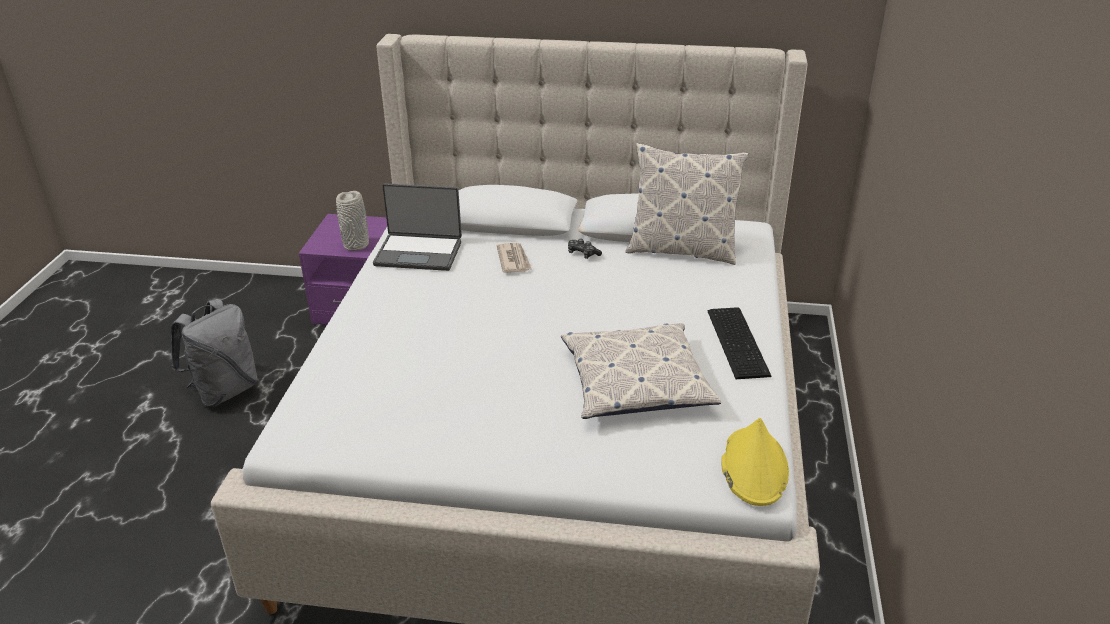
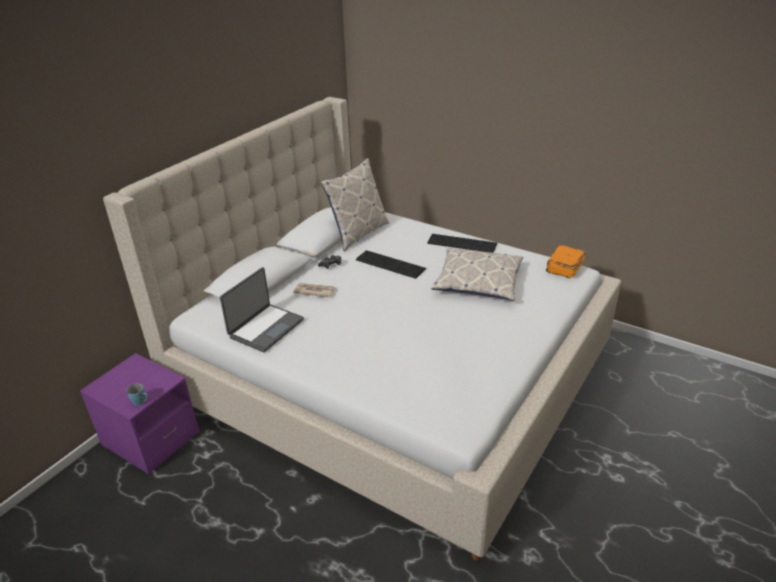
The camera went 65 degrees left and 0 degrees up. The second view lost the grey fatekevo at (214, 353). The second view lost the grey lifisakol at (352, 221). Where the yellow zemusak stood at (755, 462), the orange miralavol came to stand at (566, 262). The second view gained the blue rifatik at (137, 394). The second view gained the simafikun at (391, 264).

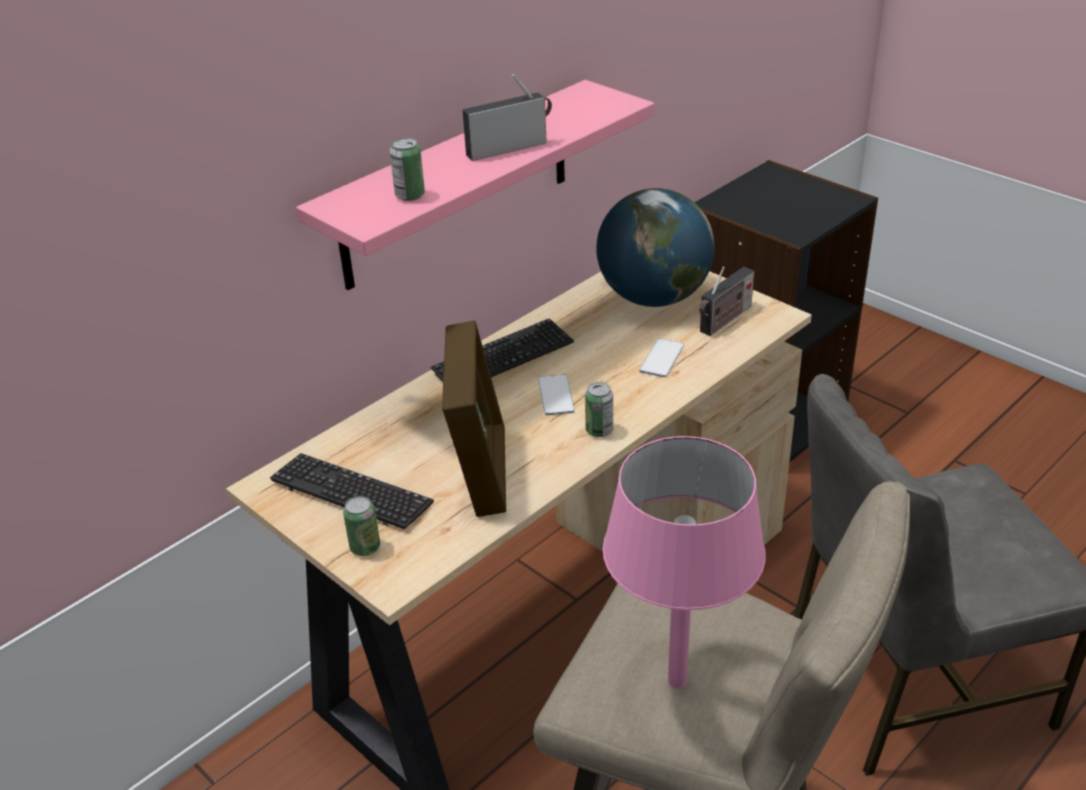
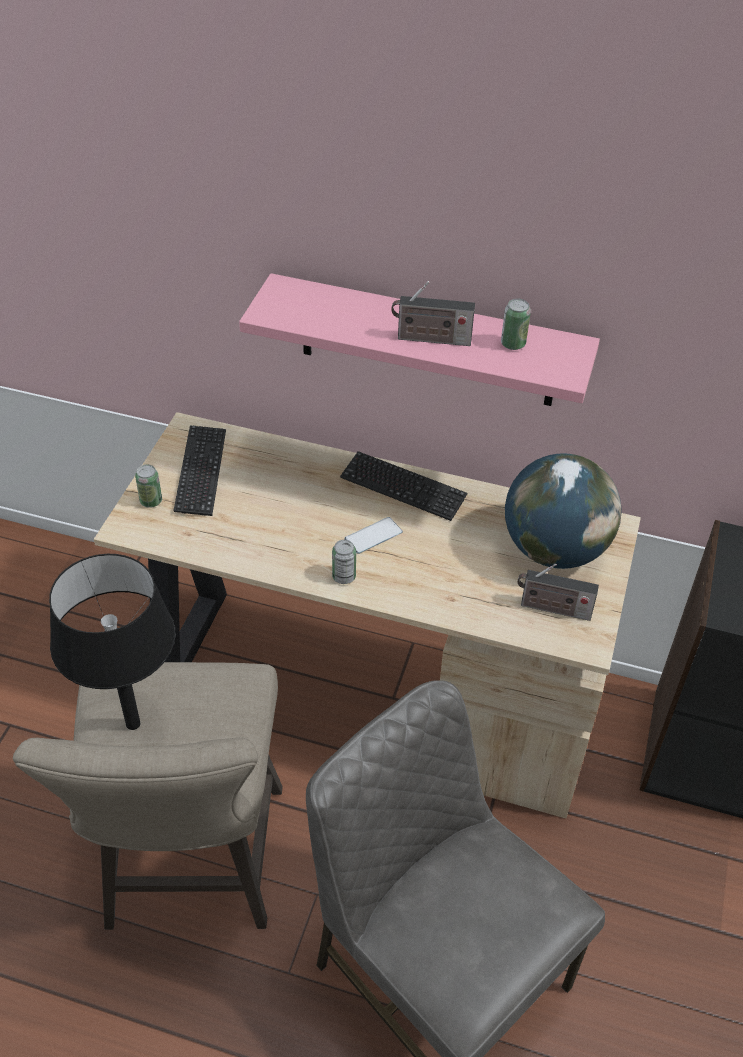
The camera went 60 degrees right and 10 degrees up. The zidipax ended up elsewhere, having gone from (407, 169) to (516, 324). The second view lost the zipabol at (474, 418). The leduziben at (507, 117) ended up facing another way, 150 degrees clockwise from before. What was the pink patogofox at (684, 562) turned into the black patogofox at (112, 642). The second view lost the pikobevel at (661, 357).

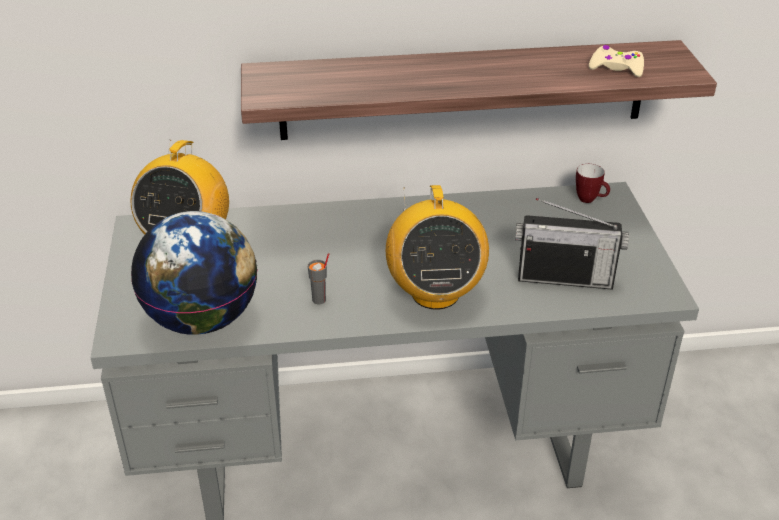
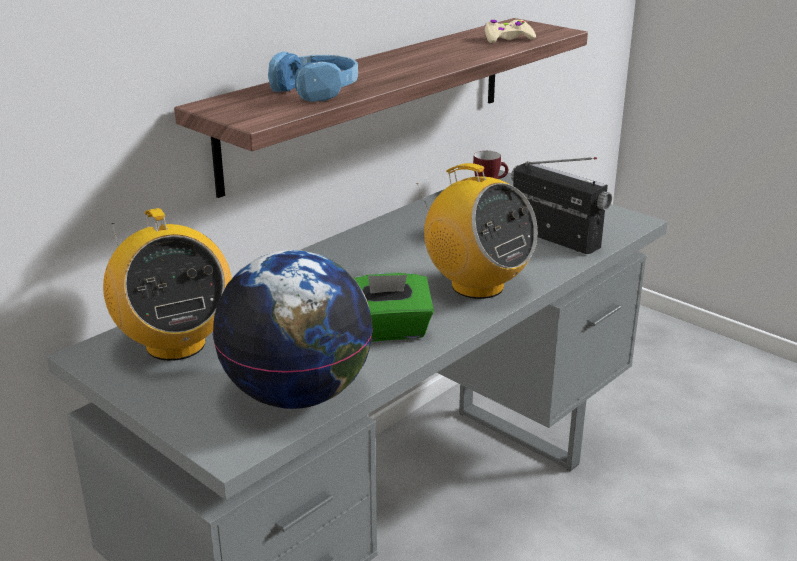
The camera went 40 degrees left and 10 degrees down. Where the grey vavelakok stood at (318, 278), the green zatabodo came to stand at (393, 307). The leduziben at (572, 244) ended up facing another way, 105 degrees counterclockwise from before. The second view gained the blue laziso at (313, 76).

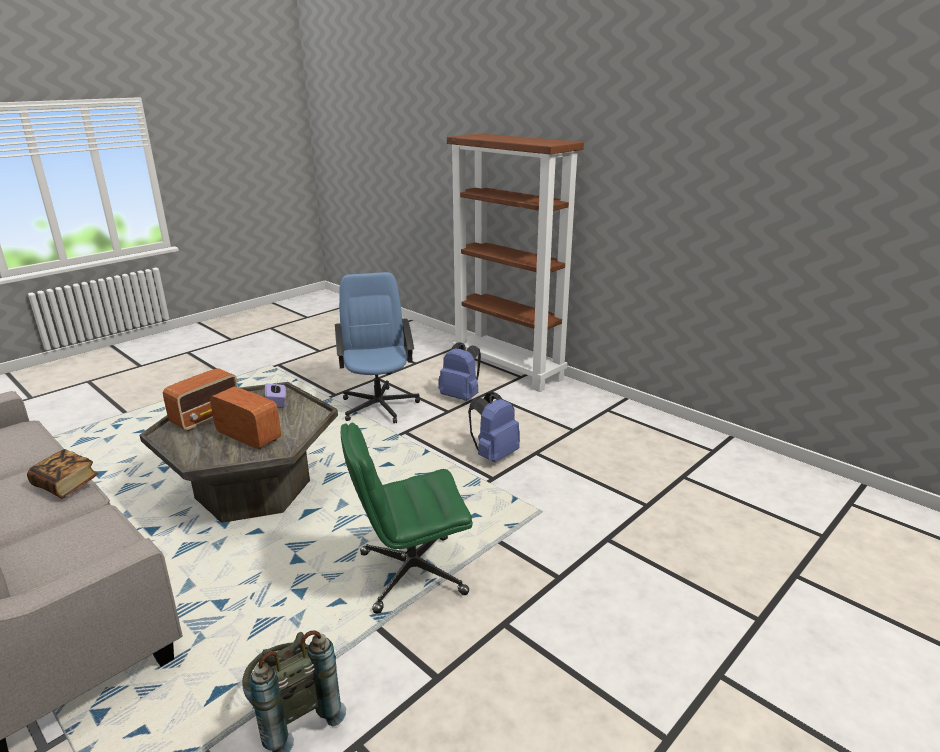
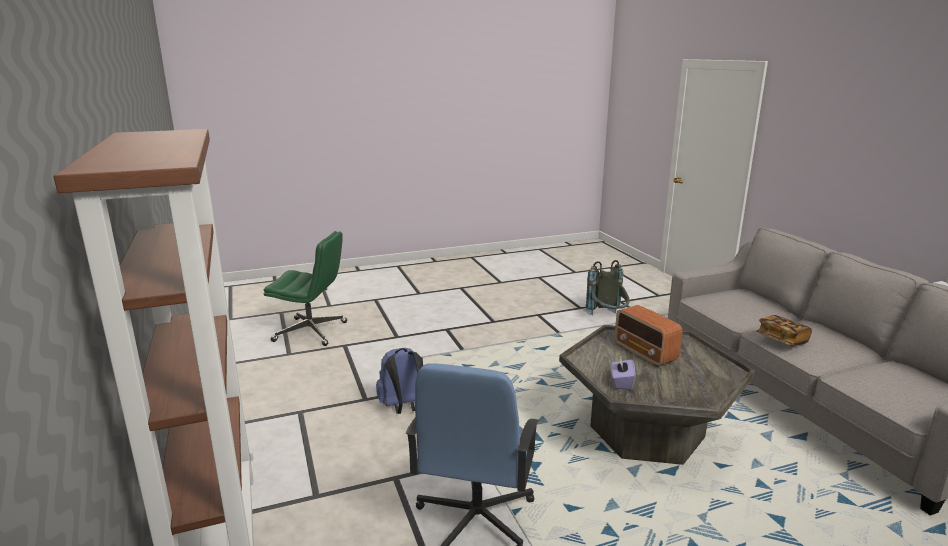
The camera went 155 degrees left and 5 degrees down. The second view lost the leduziben at (200, 399). The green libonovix ended up elsewhere, having gone from (407, 518) to (306, 288). The second view lost the blue fatekevo at (459, 371).

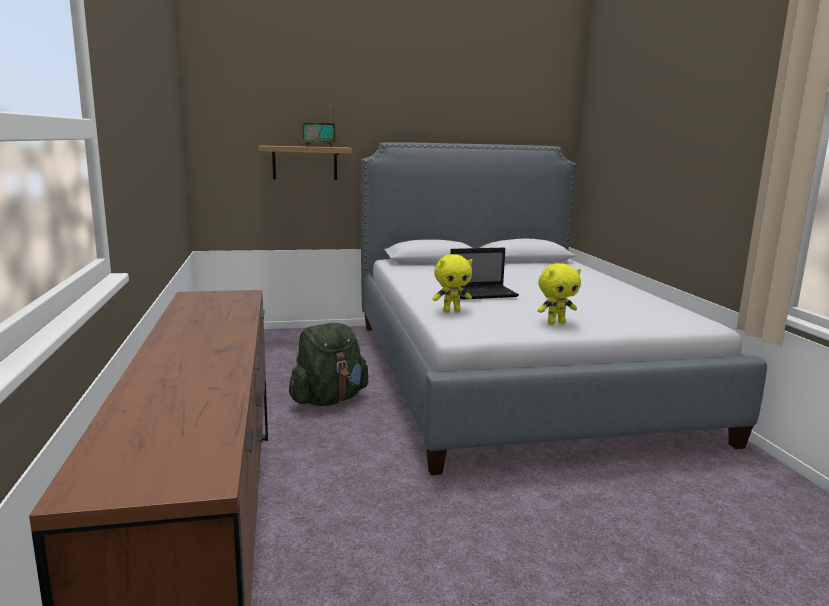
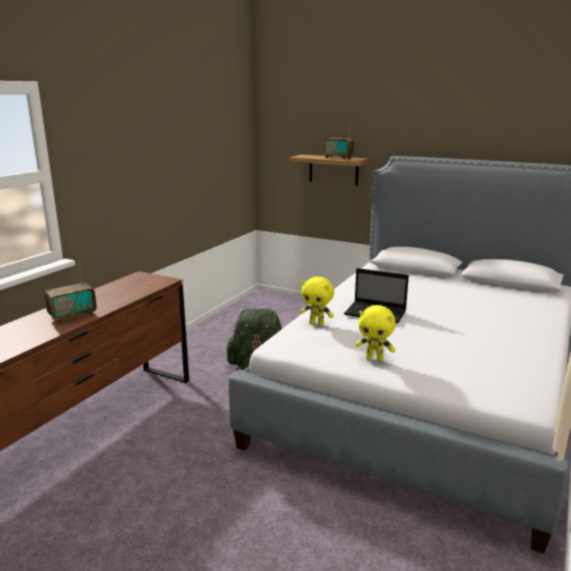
The camera went 40 degrees right and 5 degrees up. The second view gained the leduziben at (70, 292).

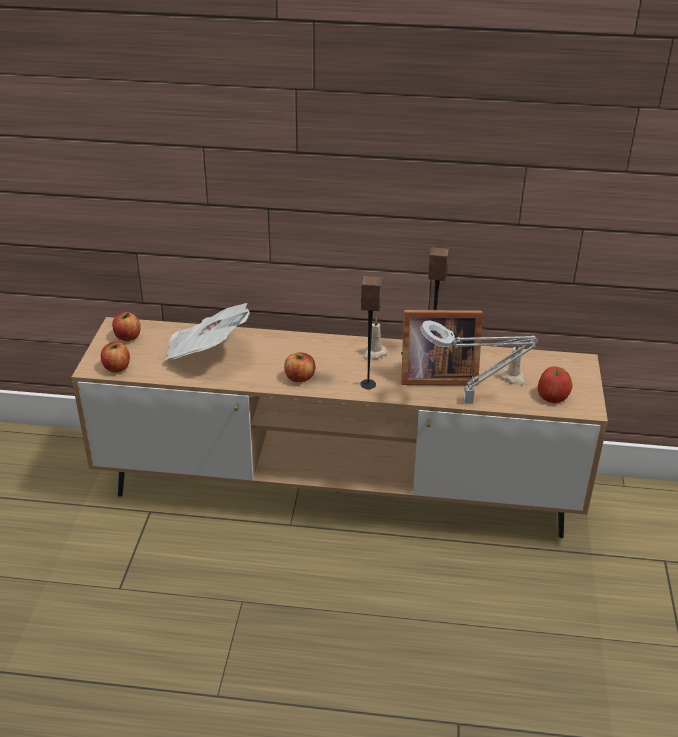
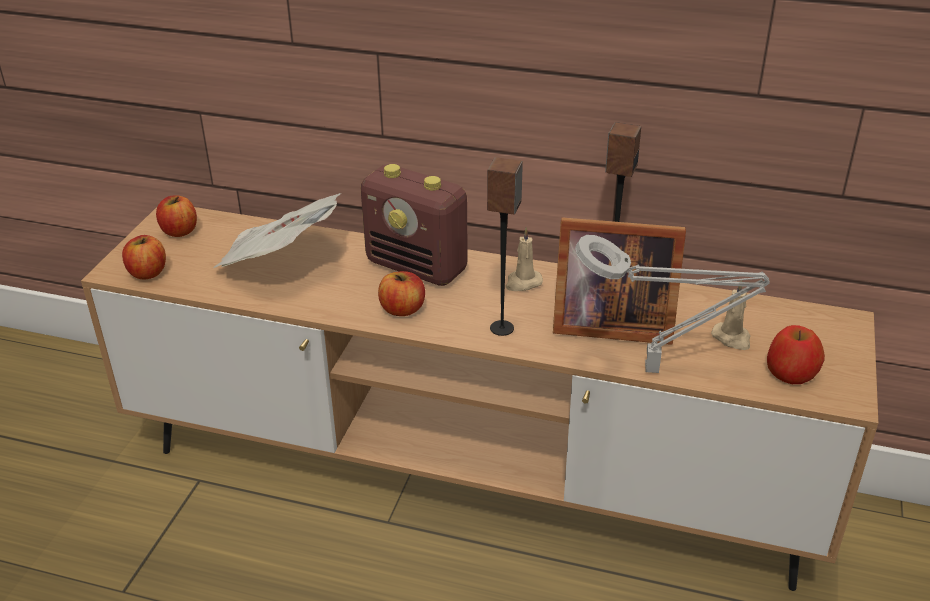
The camera went 10 degrees right and 0 degrees up. The second view gained the leduziben at (414, 225).

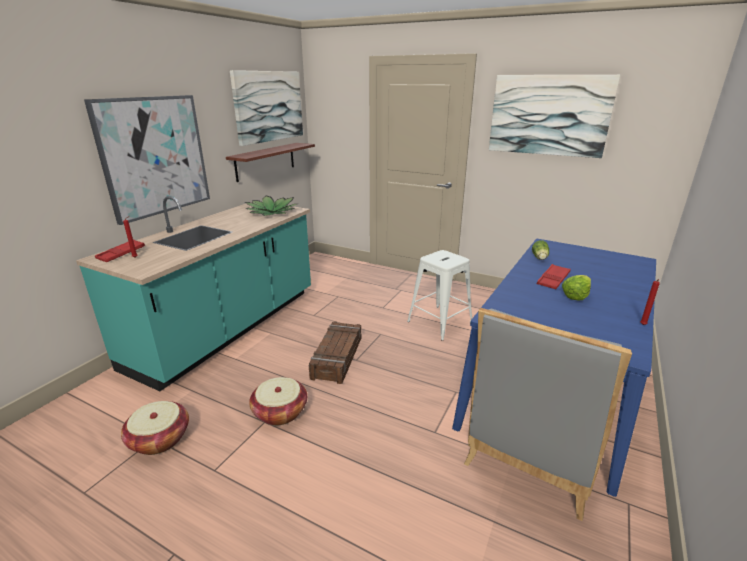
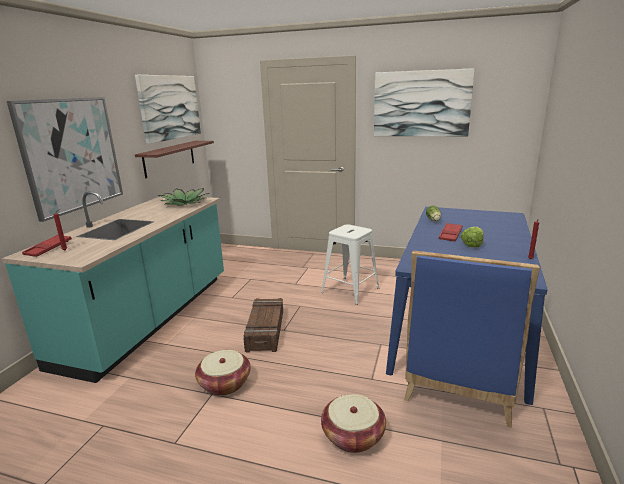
The camera went 10 degrees left and 5 degrees down. The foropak ended up elsewhere, having gone from (155, 428) to (353, 423). What was the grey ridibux at (548, 414) turned into the blue ridibux at (472, 339).

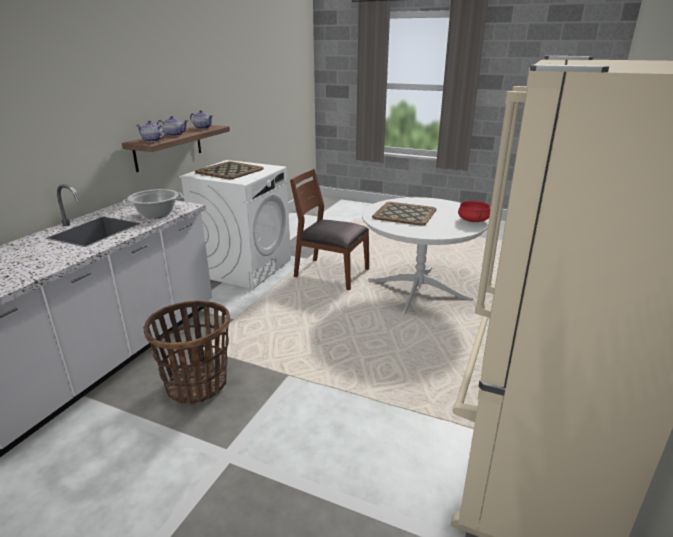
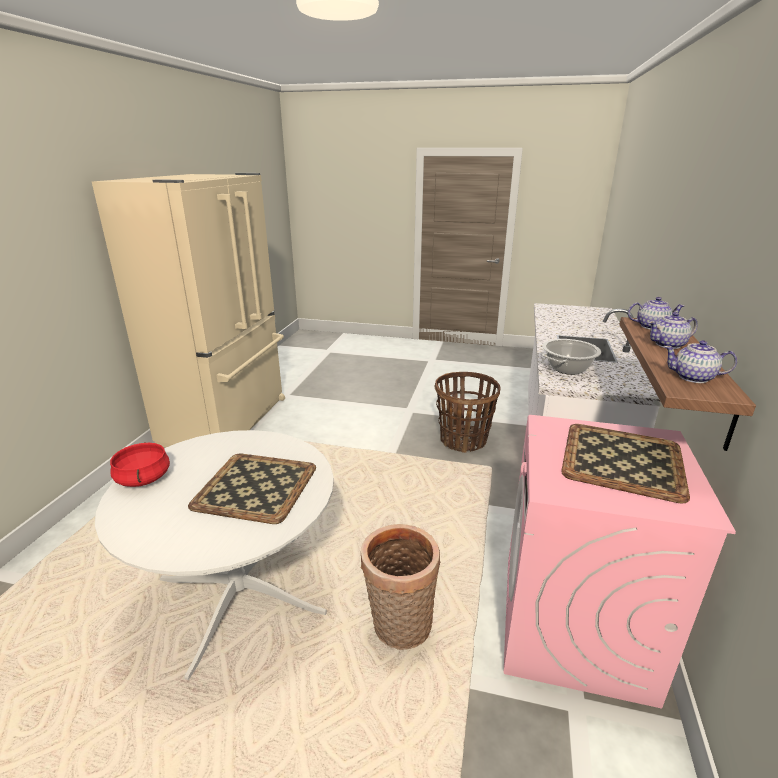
The camera went 170 degrees right and 0 degrees up. What was the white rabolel at (235, 224) turned into the pink rabolel at (620, 562). Where the brown ridibux stood at (329, 229), the foropak came to stand at (400, 587).

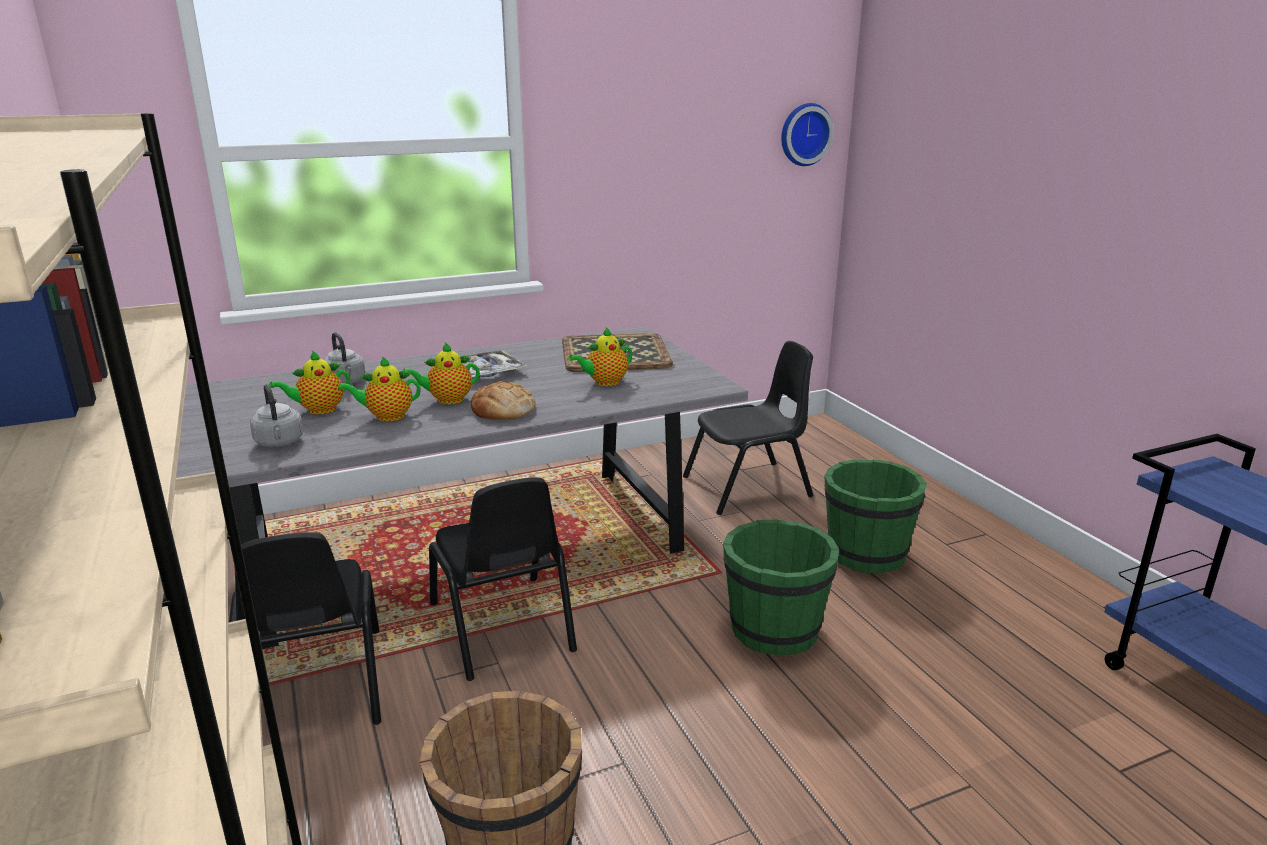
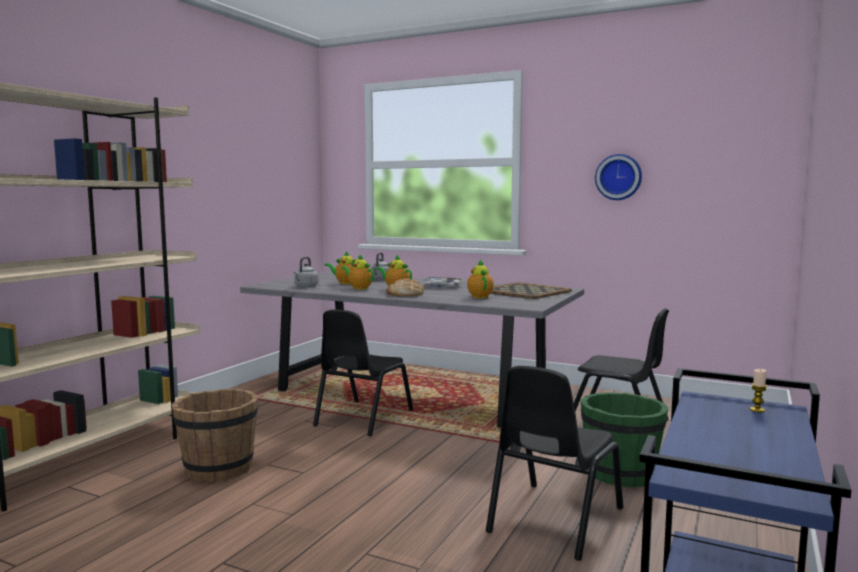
The camera went 50 degrees right and 15 degrees down. The black ridibux ended up elsewhere, having gone from (305, 628) to (554, 463). The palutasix at (600, 356) ended up facing another way, 60 degrees clockwise from before. The second view lost the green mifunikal at (781, 587). The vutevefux ended up elsewhere, having gone from (807, 134) to (618, 177). The second view gained the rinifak at (758, 390).

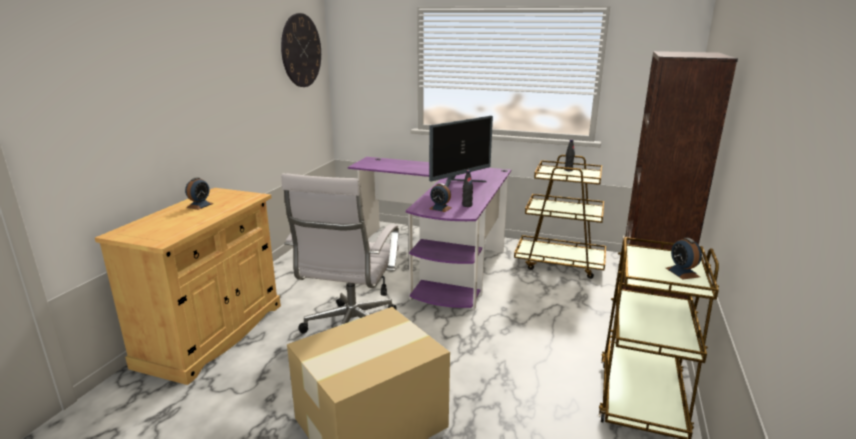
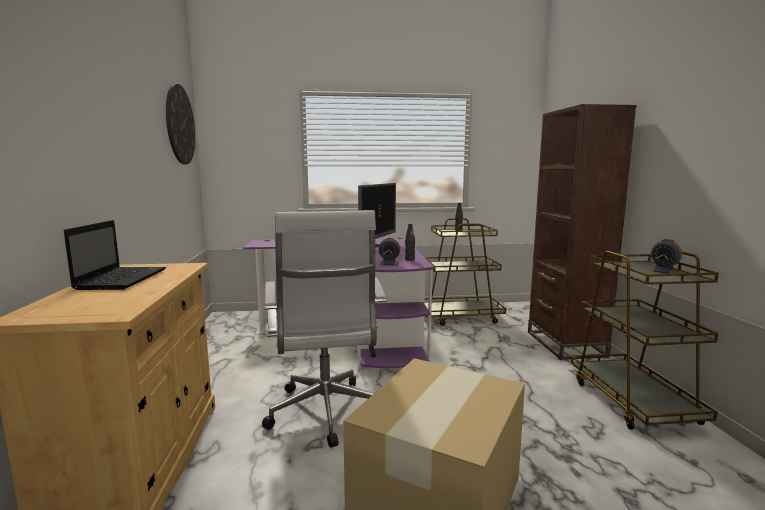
The camera went 25 degrees left and 10 degrees down. Where the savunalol stood at (199, 193), the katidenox came to stand at (115, 255).

